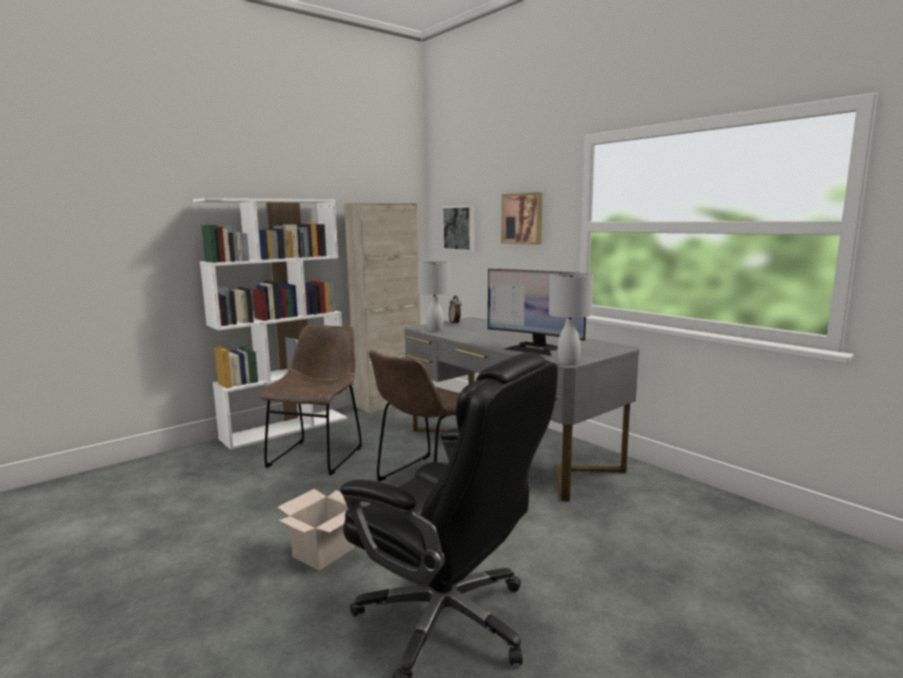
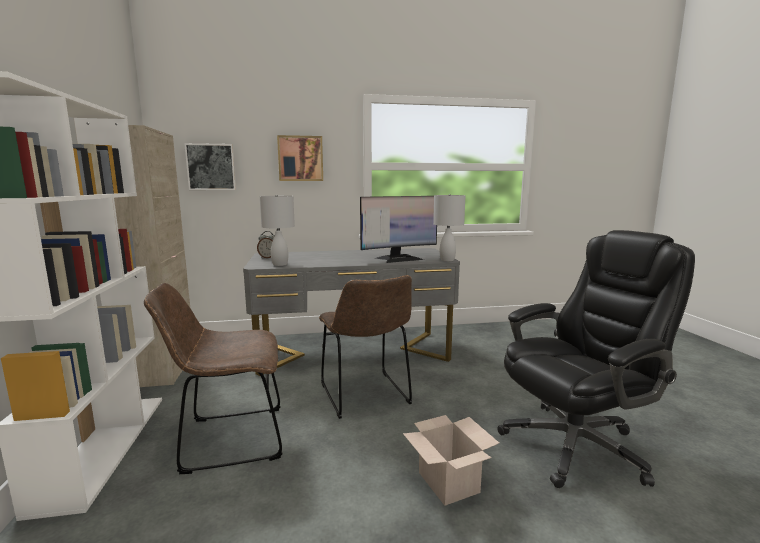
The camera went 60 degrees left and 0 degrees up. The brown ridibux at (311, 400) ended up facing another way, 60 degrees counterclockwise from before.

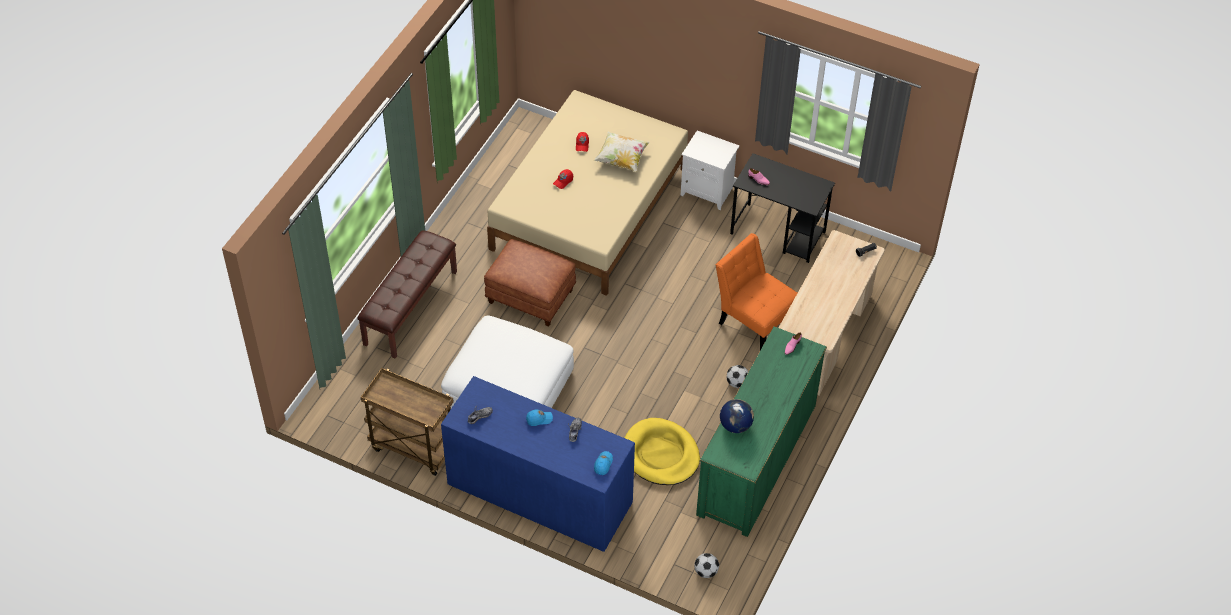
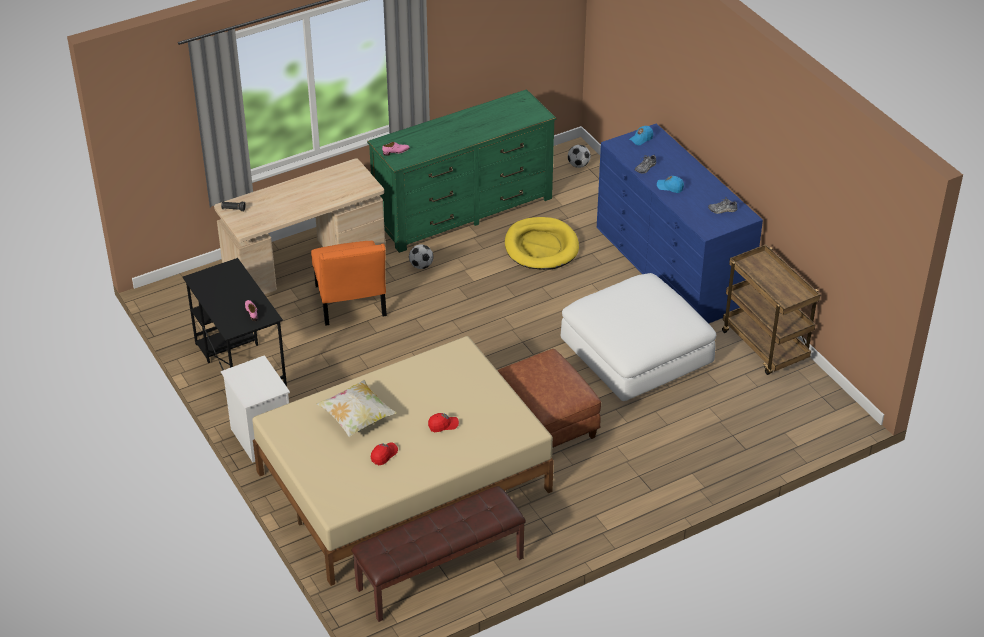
The camera went 145 degrees left and 10 degrees down. The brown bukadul ended up elsewhere, having gone from (407, 294) to (439, 554). The second view lost the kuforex at (737, 416).

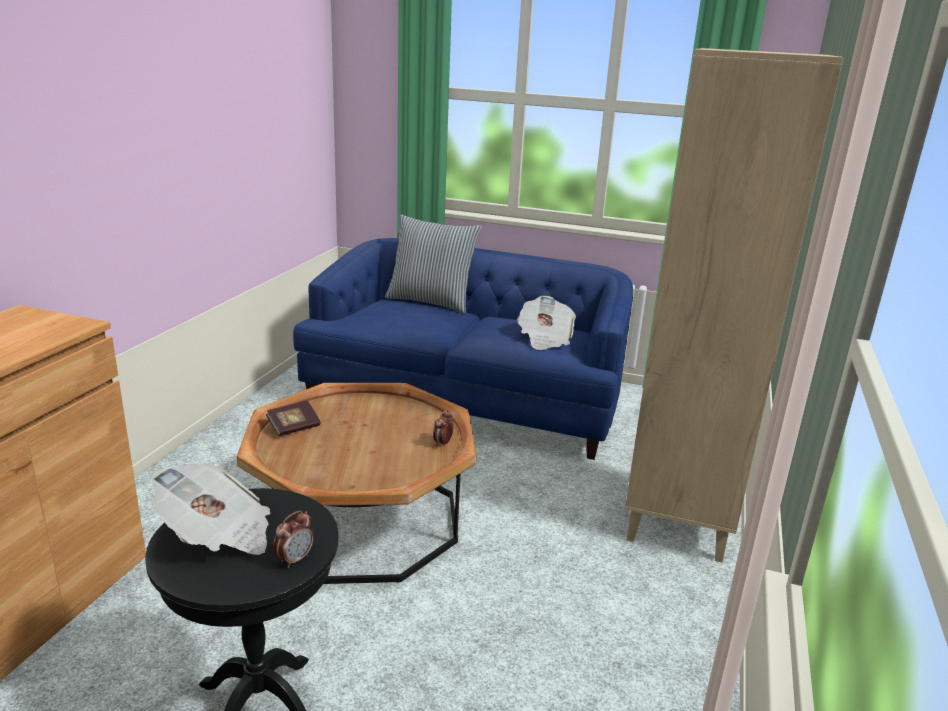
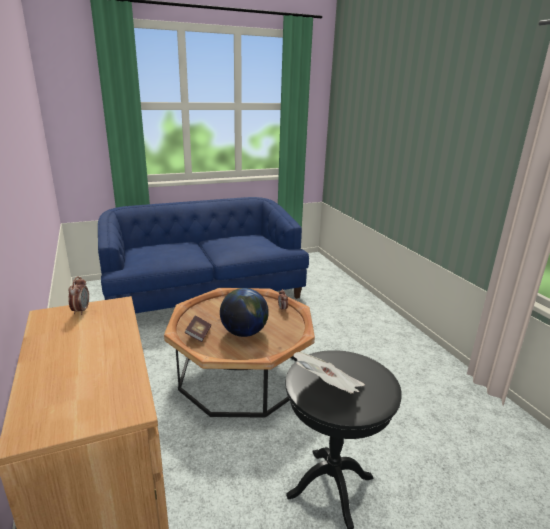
The camera went 40 degrees left and 0 degrees up. The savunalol ended up elsewhere, having gone from (293, 539) to (78, 295). The second view lost the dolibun at (433, 264). The second view lost the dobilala at (546, 323). The second view lost the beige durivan at (734, 305). The second view gained the kuforex at (244, 312).

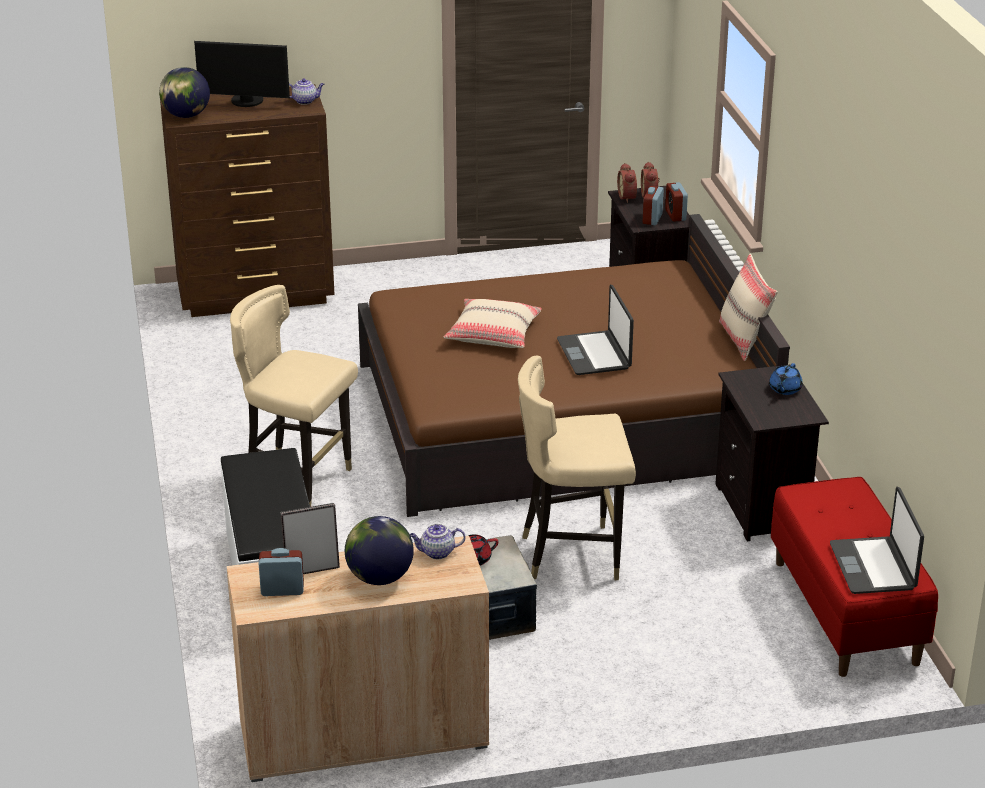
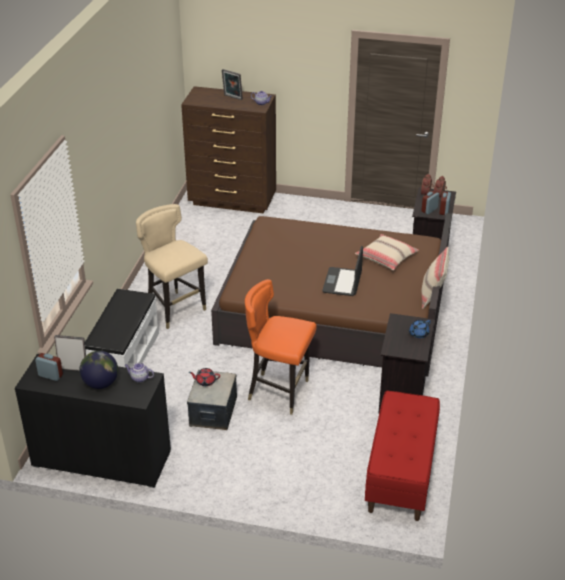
The camera went 25 degrees right and 5 degrees up. The second view lost the kuforex at (184, 92). Where the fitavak stood at (242, 74), the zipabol came to stand at (232, 84). What was the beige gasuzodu at (358, 659) turned into the black gasuzodu at (93, 421). The beige dolibun ended up elsewhere, having gone from (493, 323) to (387, 252). What was the beige ridibux at (577, 468) turned into the orange ridibux at (281, 347). The second view lost the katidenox at (877, 540).

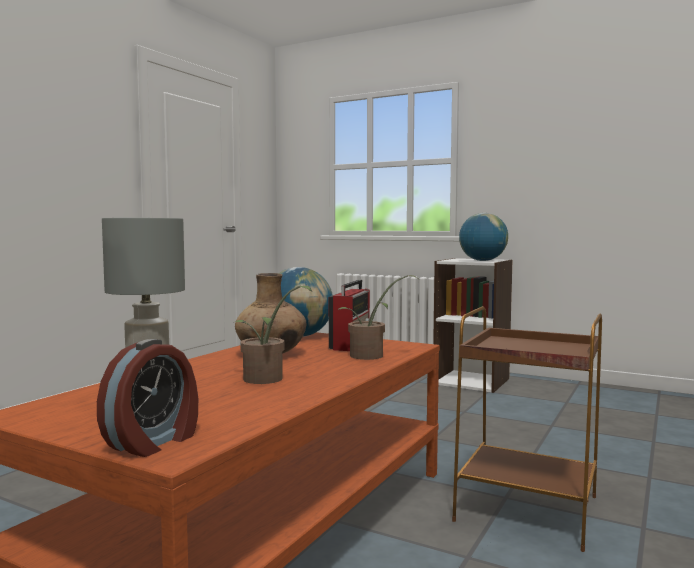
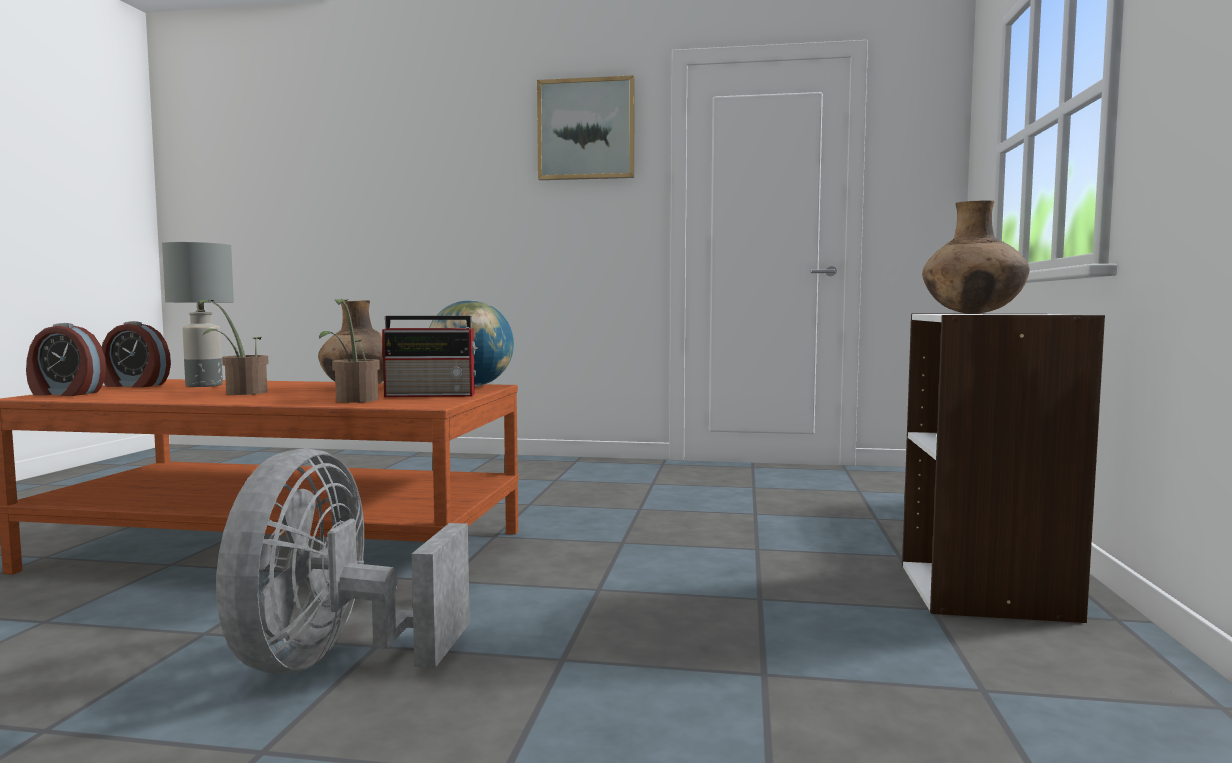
The camera went 70 degrees right and 0 degrees up. Where the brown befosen stood at (527, 429), the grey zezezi came to stand at (343, 561). Where the kuforex stood at (483, 237), the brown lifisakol came to stand at (976, 257). The second view gained the savunalol at (136, 354). The second view gained the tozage at (585, 127).

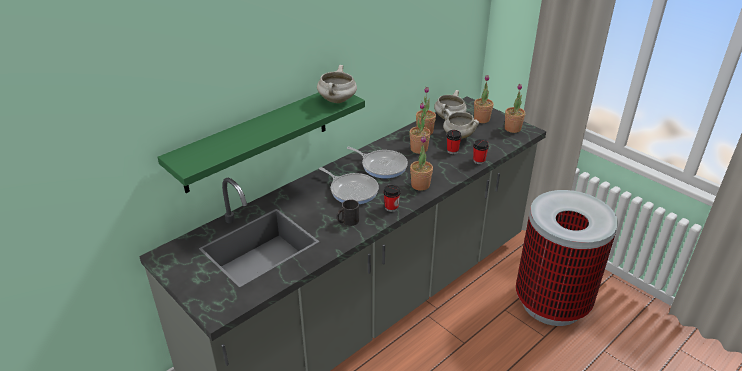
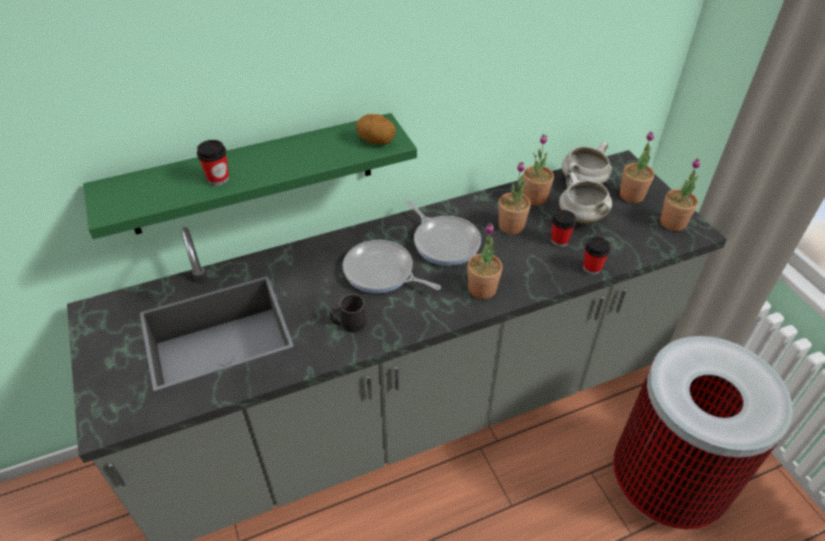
The camera went 20 degrees right and 10 degrees up. Where the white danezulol stood at (337, 84), the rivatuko came to stand at (376, 129). The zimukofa at (349, 185) ended up facing another way, 150 degrees clockwise from before. The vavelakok ended up elsewhere, having gone from (392, 198) to (213, 163).

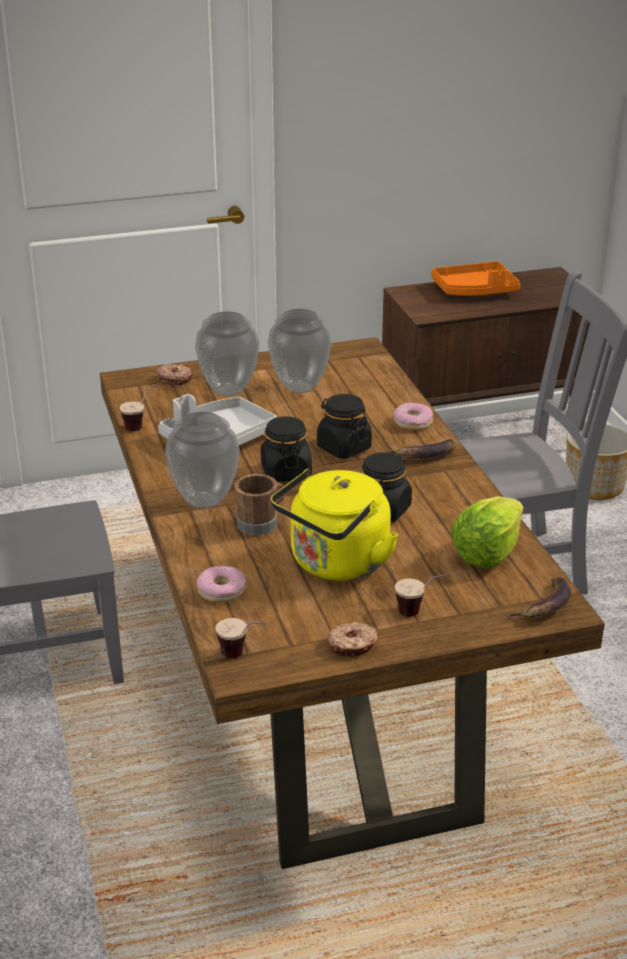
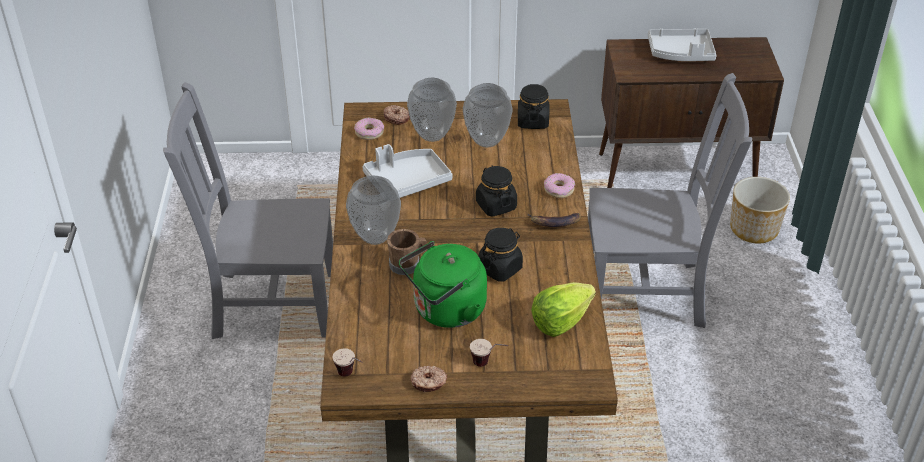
The camera went 15 degrees right and 10 degrees up. The second view lost the vavelakok at (139, 407). The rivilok ended up elsewhere, having gone from (221, 584) to (369, 129). The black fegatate ended up elsewhere, having gone from (286, 449) to (533, 106). What was the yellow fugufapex at (334, 525) turned into the green fugufapex at (443, 284). What was the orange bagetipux at (475, 278) turned into the grey bagetipux at (682, 44). The second view lost the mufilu at (537, 597).

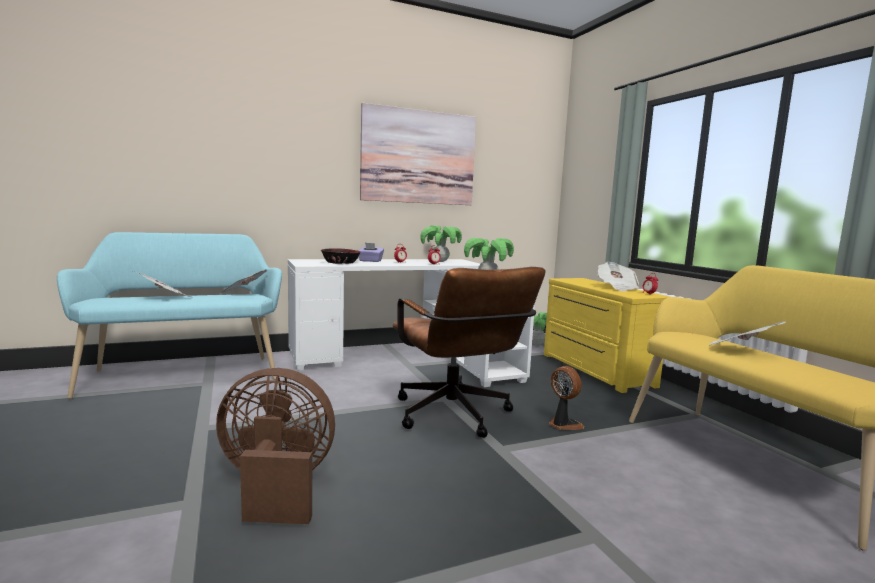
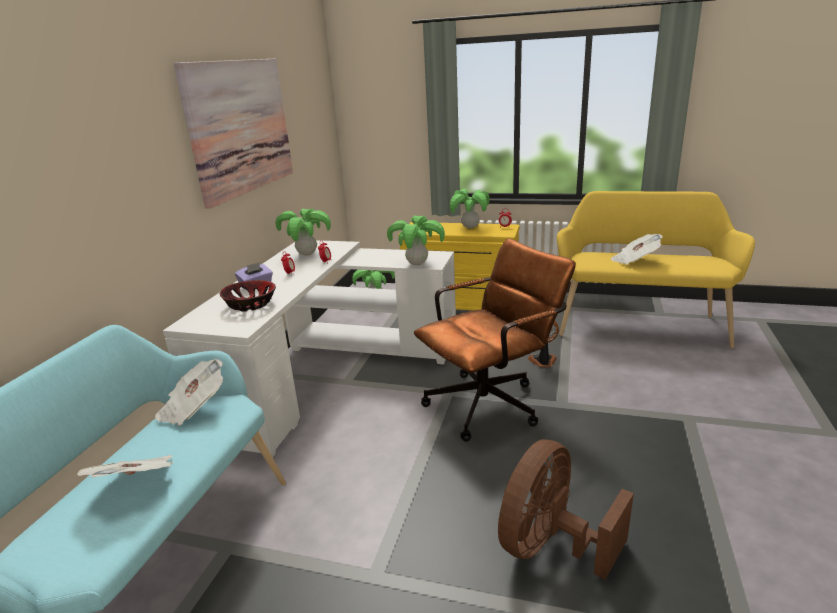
The camera went 50 degrees left and 15 degrees up. The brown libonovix at (469, 352) ended up facing another way, 45 degrees counterclockwise from before. Where the dobilala stood at (618, 276), the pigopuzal came to stand at (470, 209).

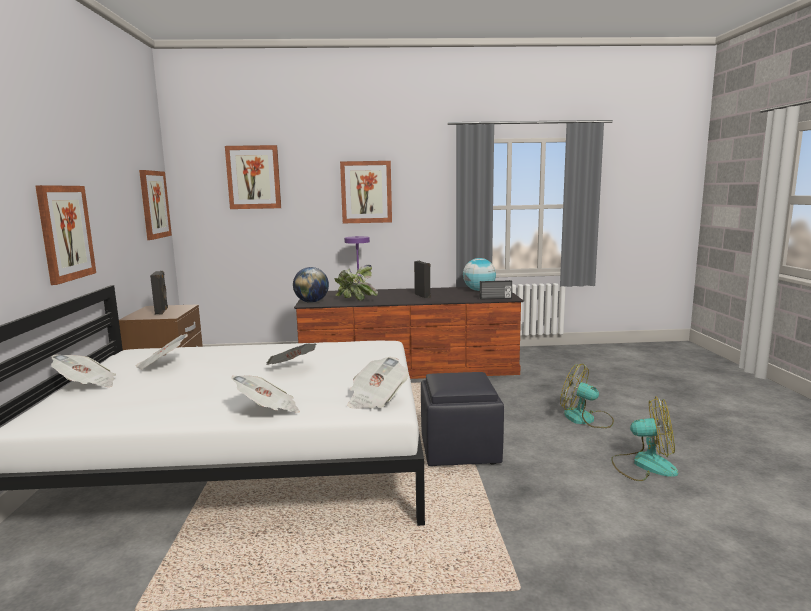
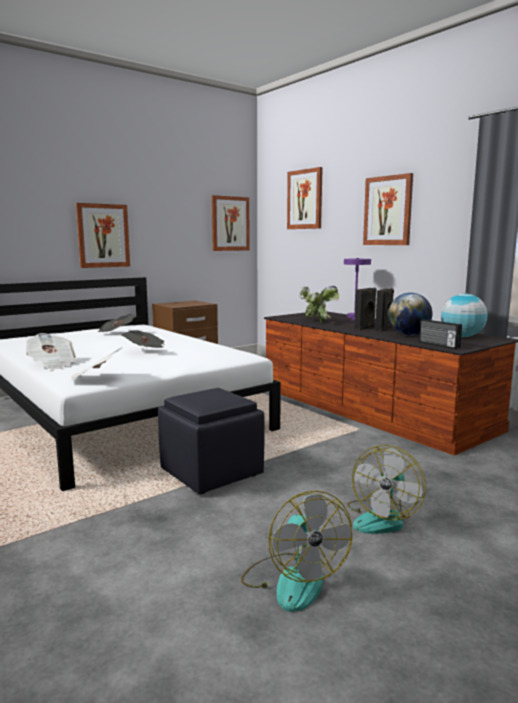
The camera went 55 degrees right and 0 degrees up. The second view lost the dobilala at (83, 371). The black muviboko ended up elsewhere, having gone from (159, 293) to (365, 309). The kuforex ended up elsewhere, having gone from (311, 285) to (410, 314). The zezezi at (587, 396) ended up facing another way, 150 degrees counterclockwise from before.

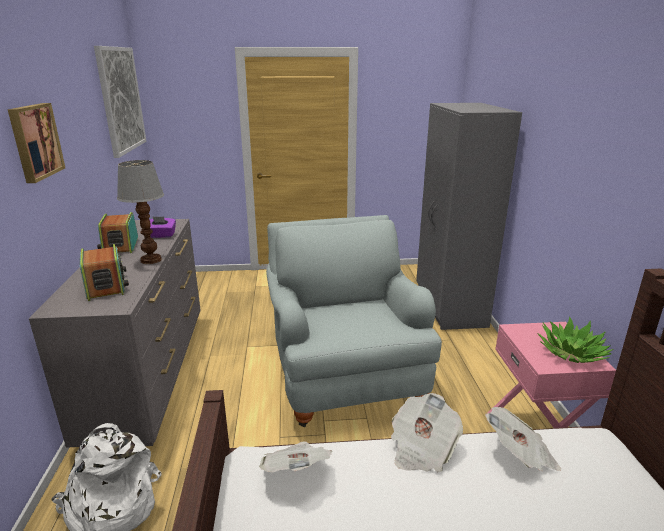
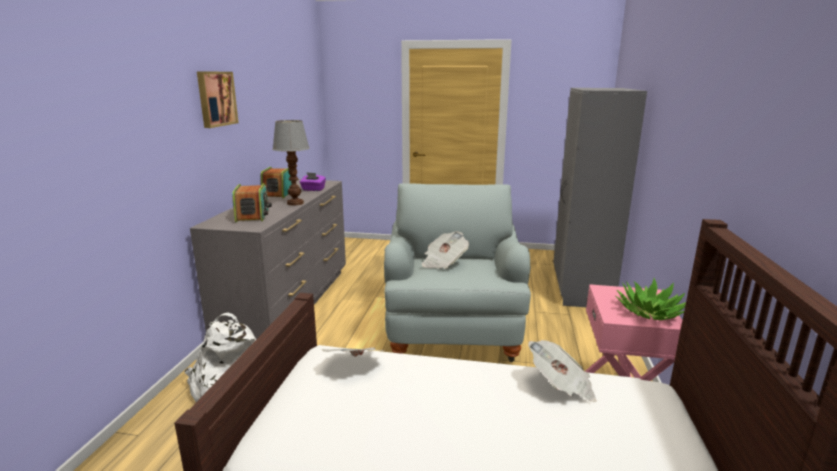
The camera went 15 degrees right and 5 degrees down. The second view lost the tozage at (120, 102). The dobilala ended up elsewhere, having gone from (427, 432) to (445, 250).

